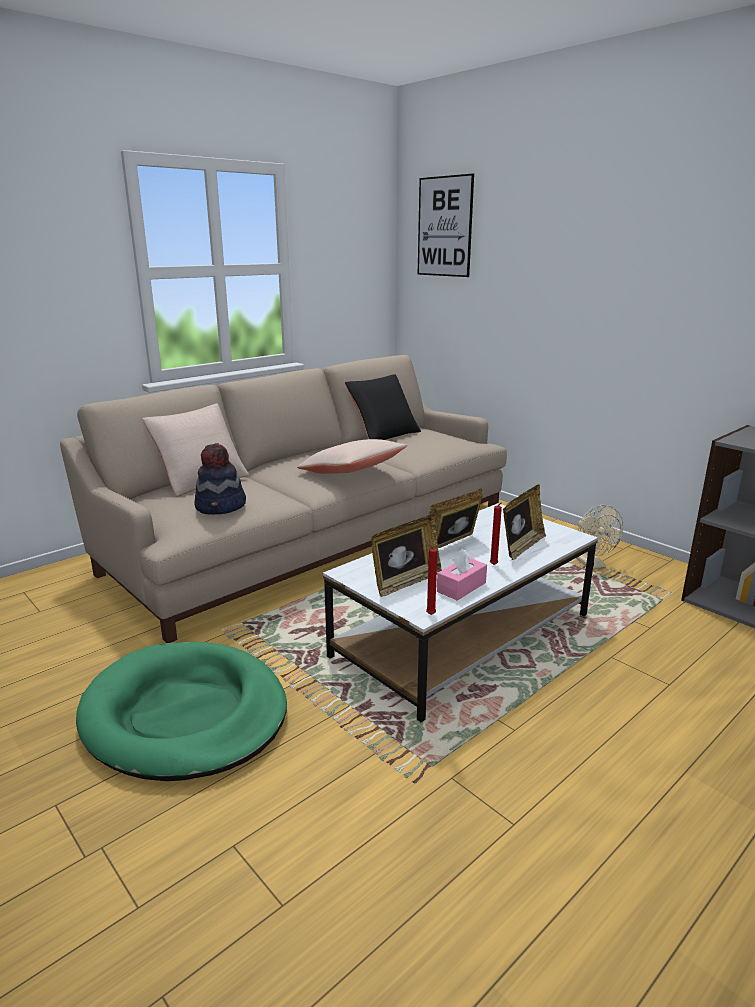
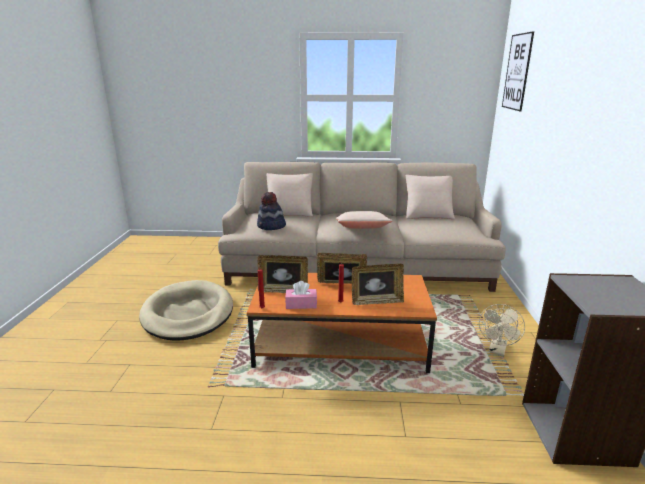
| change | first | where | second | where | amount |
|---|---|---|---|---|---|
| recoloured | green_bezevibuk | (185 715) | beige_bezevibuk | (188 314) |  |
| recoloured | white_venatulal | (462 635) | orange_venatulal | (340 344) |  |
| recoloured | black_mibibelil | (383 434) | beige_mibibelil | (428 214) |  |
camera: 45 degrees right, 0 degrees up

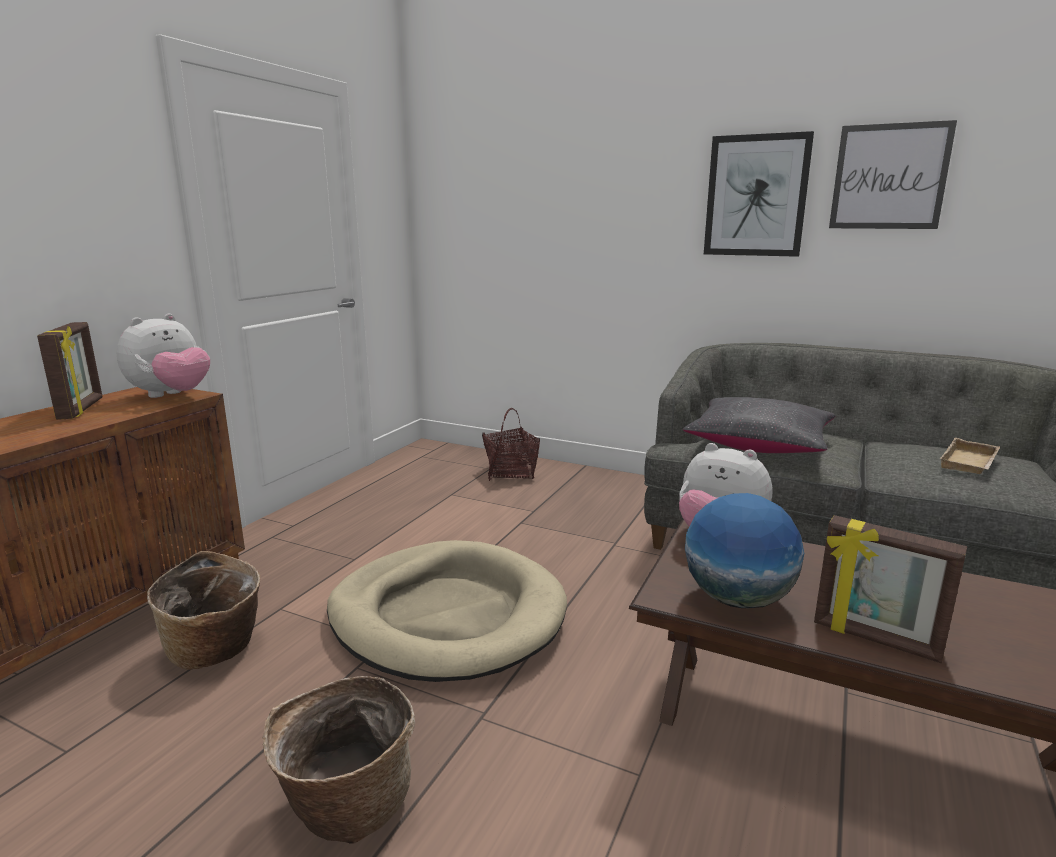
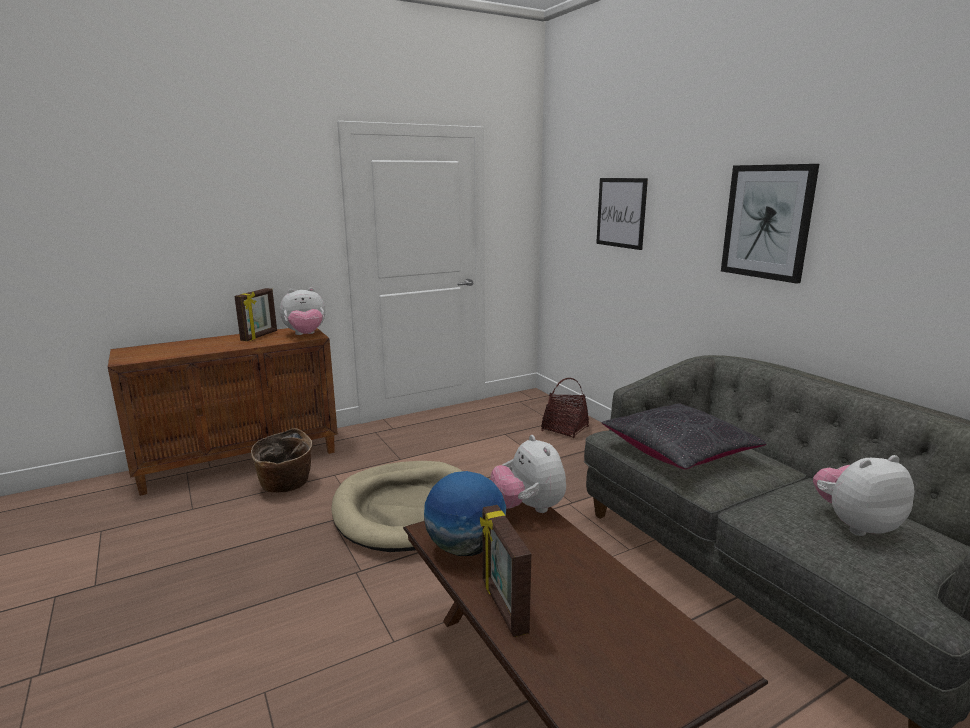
| change | first | where | second | where | amount |
|---|---|---|---|---|---|
| removed | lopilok | (346 805) |  |  |  |
| moved | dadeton | (889 177) |  | (621 212) |  |
| replaced | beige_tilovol | (970 463) | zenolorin | (855 524) |  |
camera: 35 degrees right, 0 degrees up

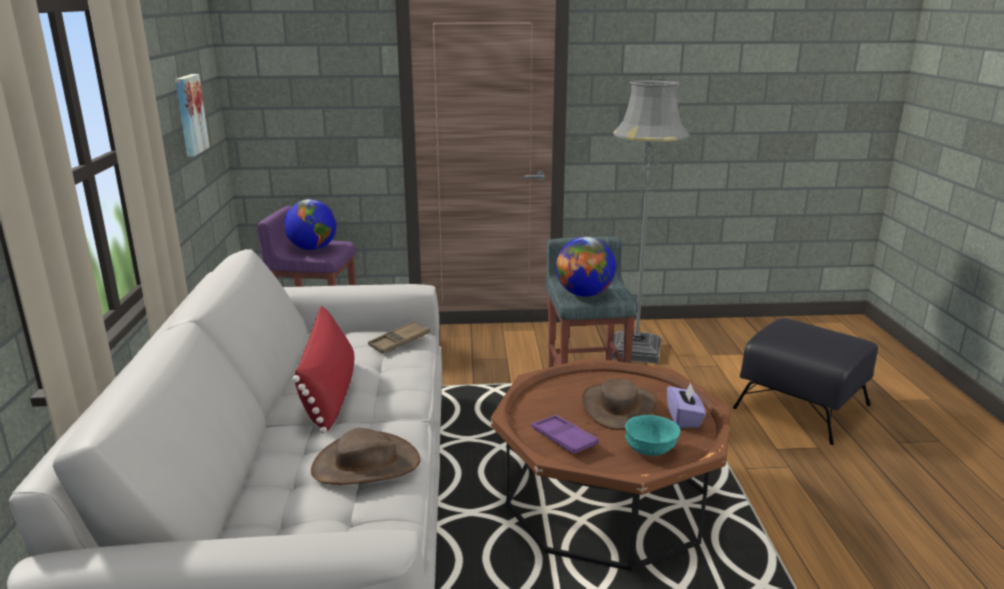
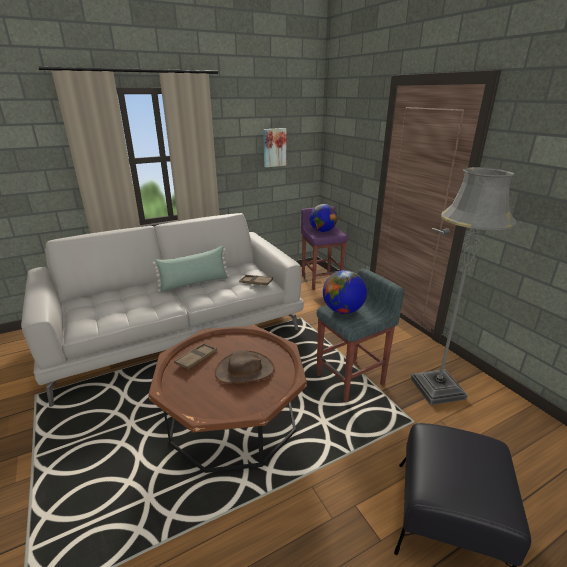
| change | first | where | second | where | amount |
|---|---|---|---|---|---|
| removed | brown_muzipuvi | (366 465) |  |  |  |
| removed | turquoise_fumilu | (650 450) |  |  |  |
| removed | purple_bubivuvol | (684 418) |  |  |  |
| recoloured | red_mibibelil | (330 394) | green_mibibelil | (194 283) |  |
| recoloured | purple_tilovol | (564 439) | brown_tilovol | (196 358) |  |
camera: 65 degrees right, 5 degrees up

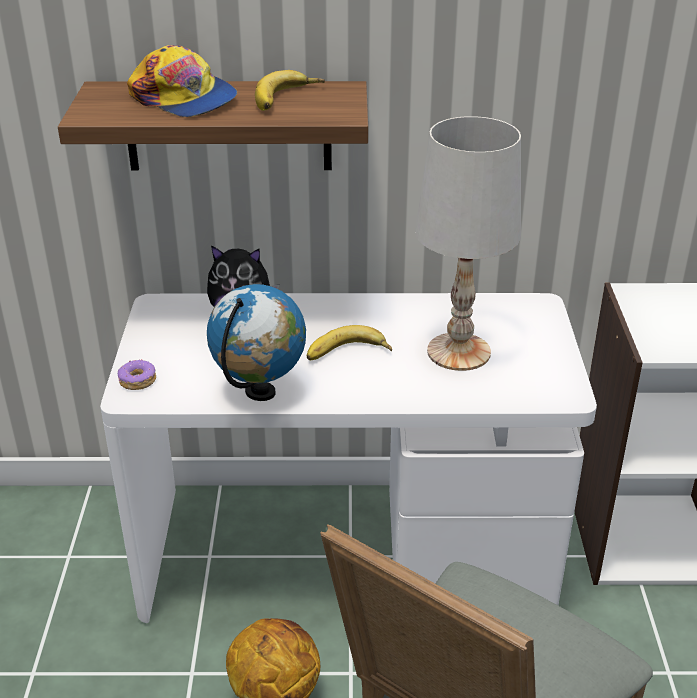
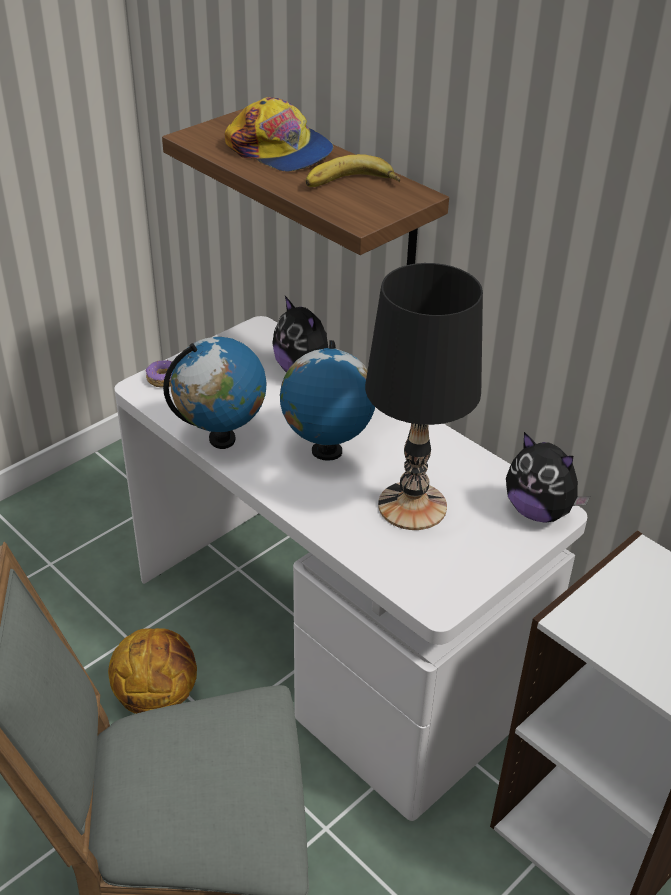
| change | first | where | second | where | amount |
|---|---|---|---|---|---|
| added |  |  | zenolorin | (539 511) |  |
| replaced | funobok | (348 354) | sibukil | (326 451) |  |
| recoloured | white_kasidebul | (458 351) | black_kasidebul | (412 505) |  |
| turned | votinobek | (184 99) |  | (280 151) | 45 degrees counterclockwise |
camera: 45 degrees right, 5 degrees up

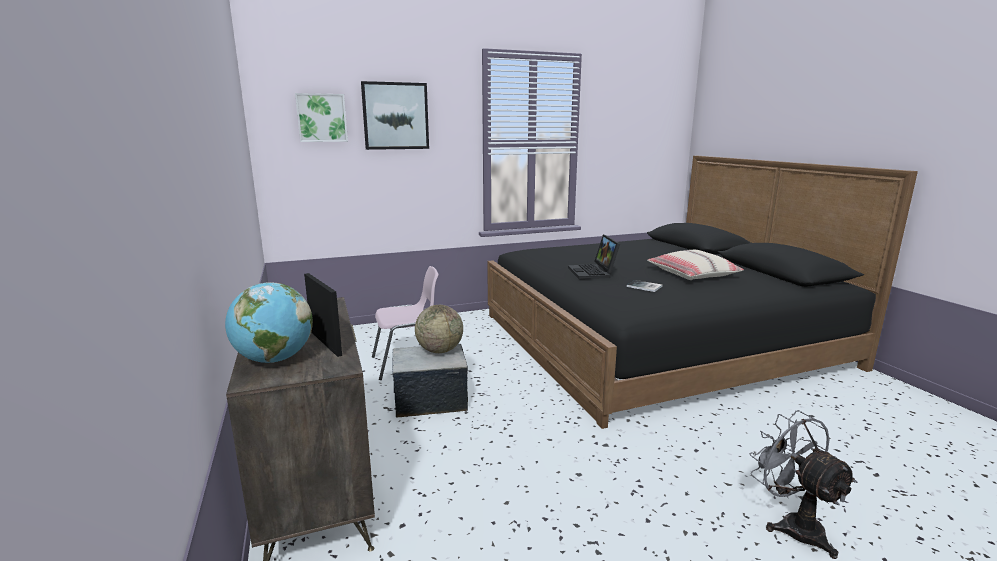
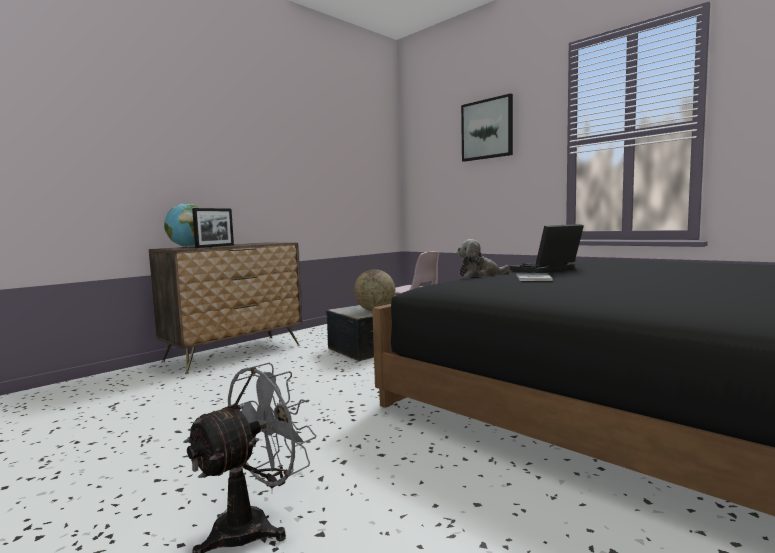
| change | first | where | second | where | amount |
|---|---|---|---|---|---|
| removed | dadeton | (322 118) |  |  |  |
| removed | beige_mibibelil | (692 274) |  |  |  |
| added |  |  | zenolorin | (480 275) |  |
camera: 65 degrees right, 10 degrees down

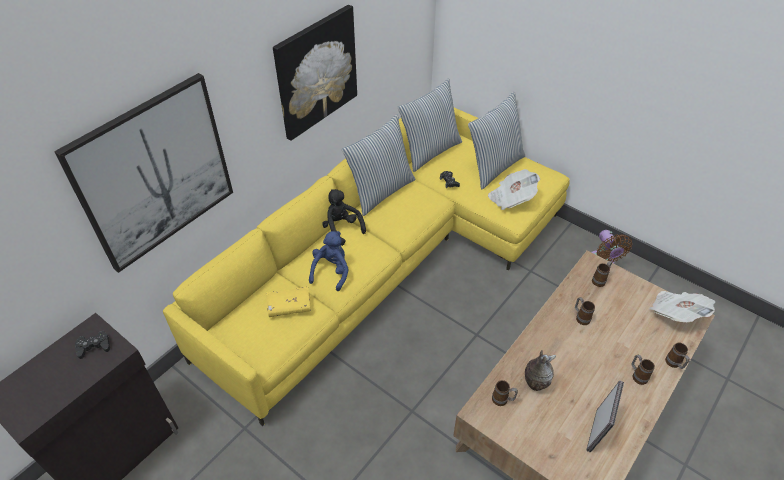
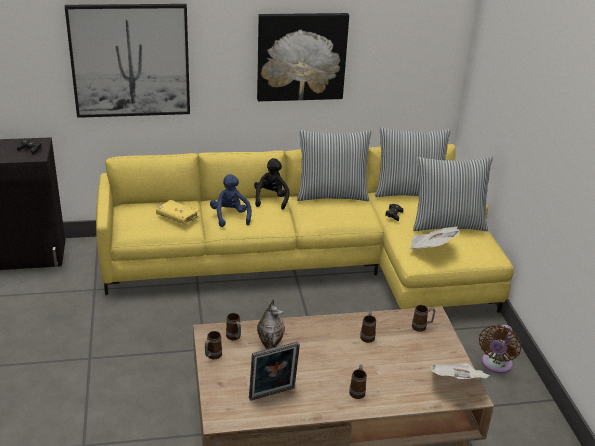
| change | first | where | second | where | amount |
|---|---|---|---|---|---|
| moved | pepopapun | (674 364) |  | (212 356) |  |
| turned | blue_zenolorin | (331 271) |  | (230 216) | 75 degrees counterclockwise |
camera: 40 degrees right, 15 degrees down

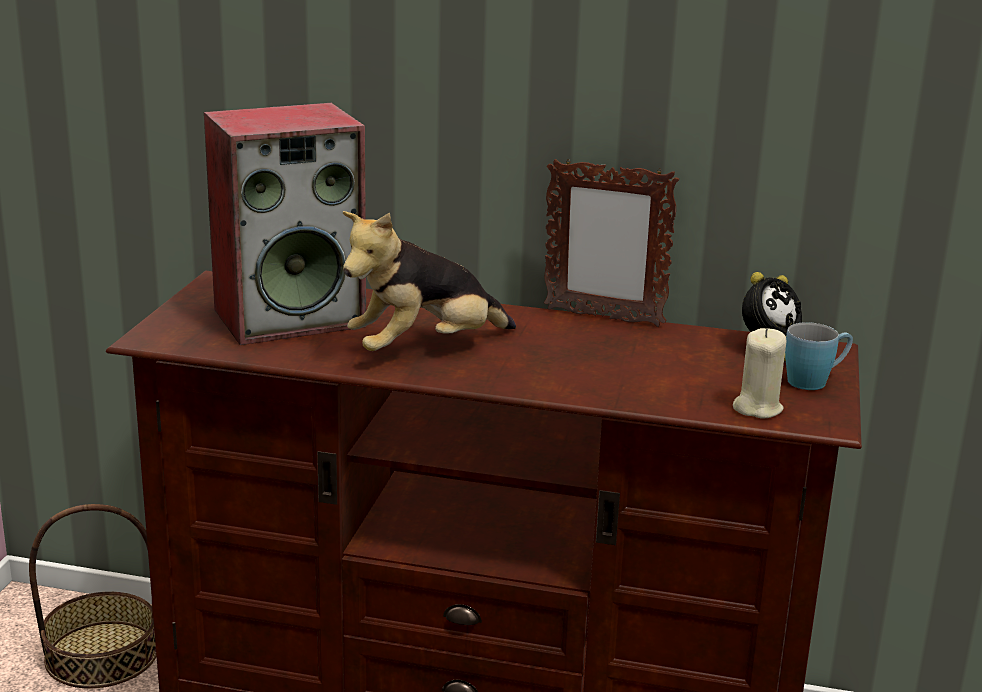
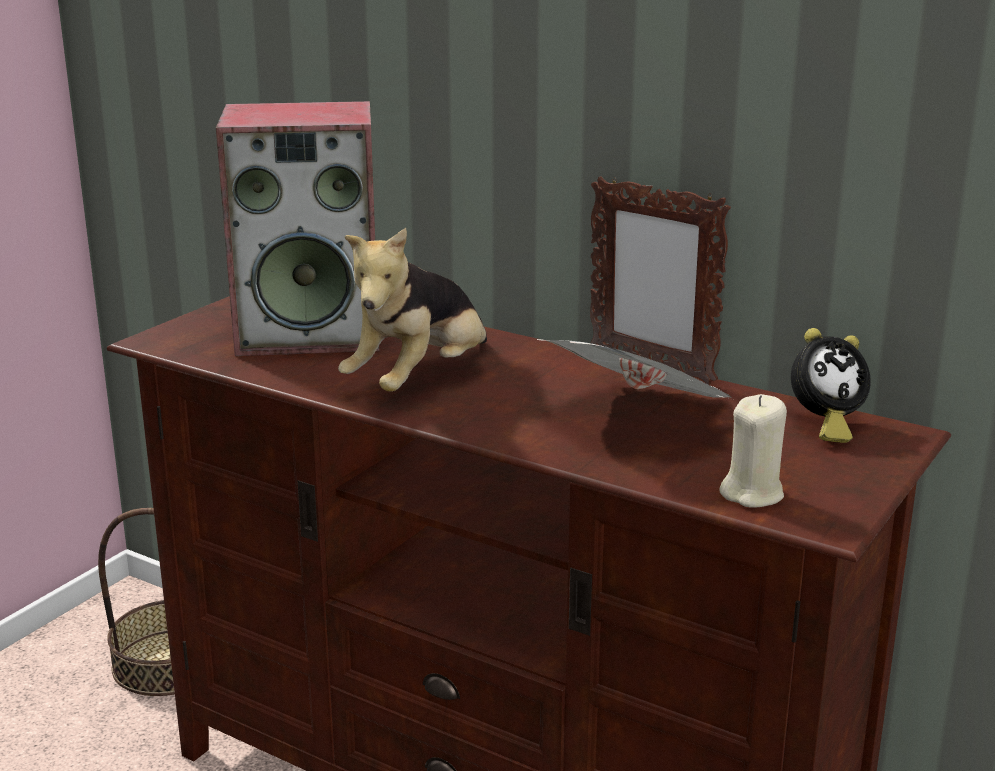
| change | first | where | second | where | amount |
|---|---|---|---|---|---|
| removed | blue_pepopapun | (815 381) |  |  |  |
| added |  |  | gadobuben | (642 421) |  |
| turned | zenolorin | (424 349) |  | (420 381) | 45 degrees counterclockwise |
camera: 20 degrees right, 0 degrees up

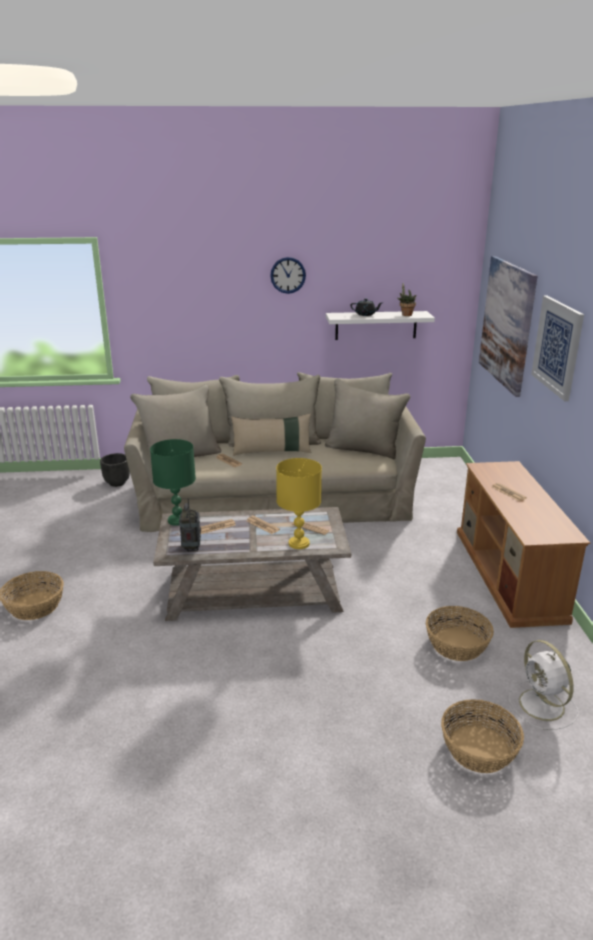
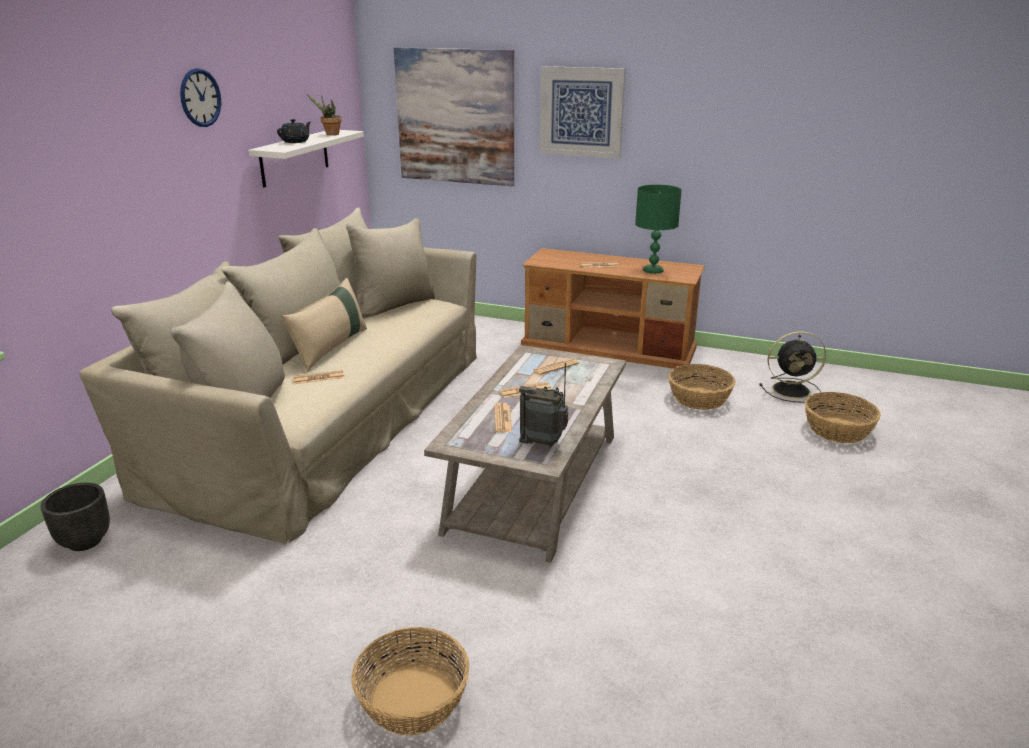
| change | first | where | second | where | amount |
|---|---|---|---|---|---|
| removed | yellow_kasidebul | (298 543) |  |  |  |
| moved | green_kasidebul | (177 520) |  | (652 270) |  |
| recoloured | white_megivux | (543 706) | black_megivux | (793 390) |  |
camera: 65 degrees left, 0 degrees up

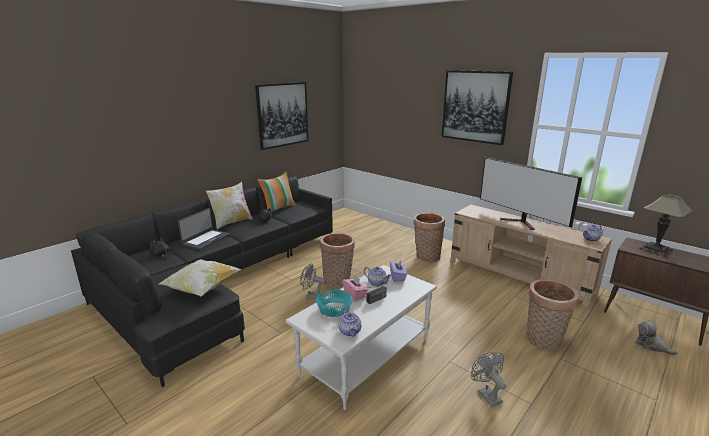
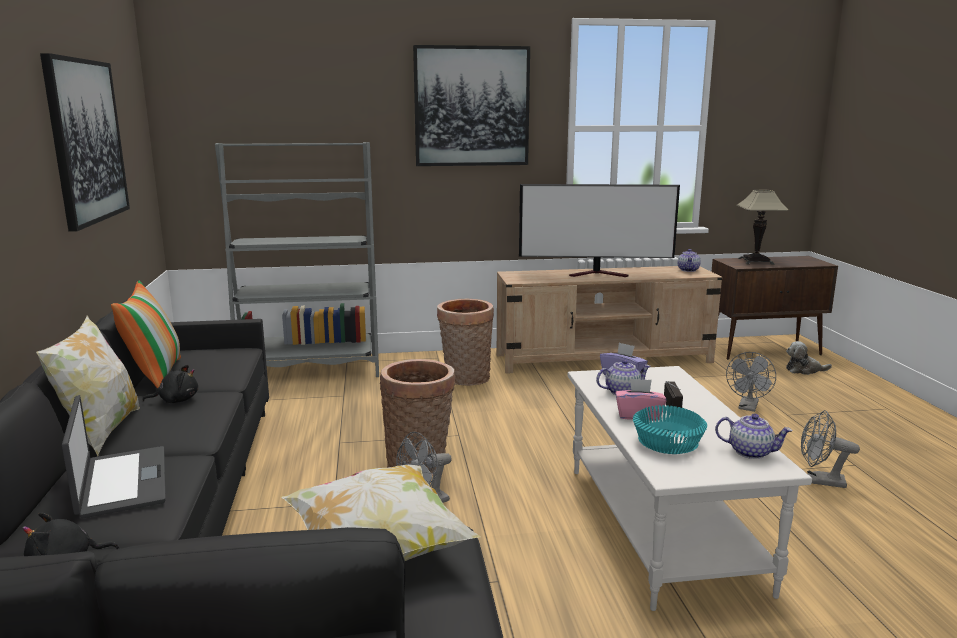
| change | first | where | second | where | amount |
|---|---|---|---|---|---|
| added |  |  | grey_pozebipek | (309 369) |  |
| replaced | lopilok | (543 341) | grey_megivux | (748 407) |  |
camera: 50 degrees left, 5 degrees down

